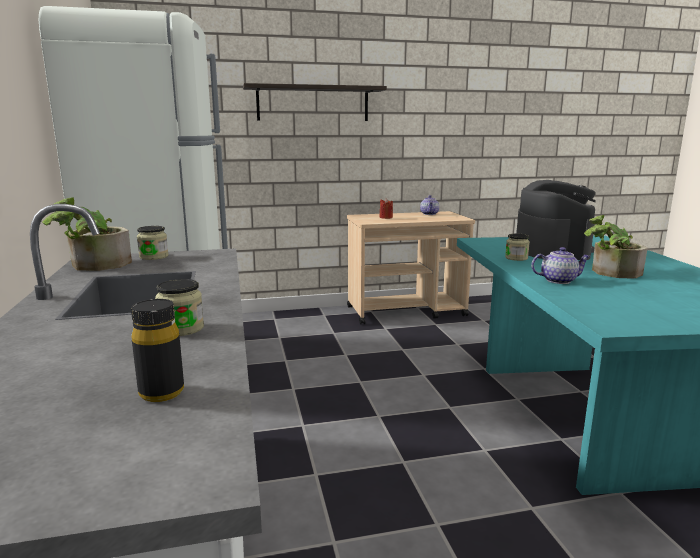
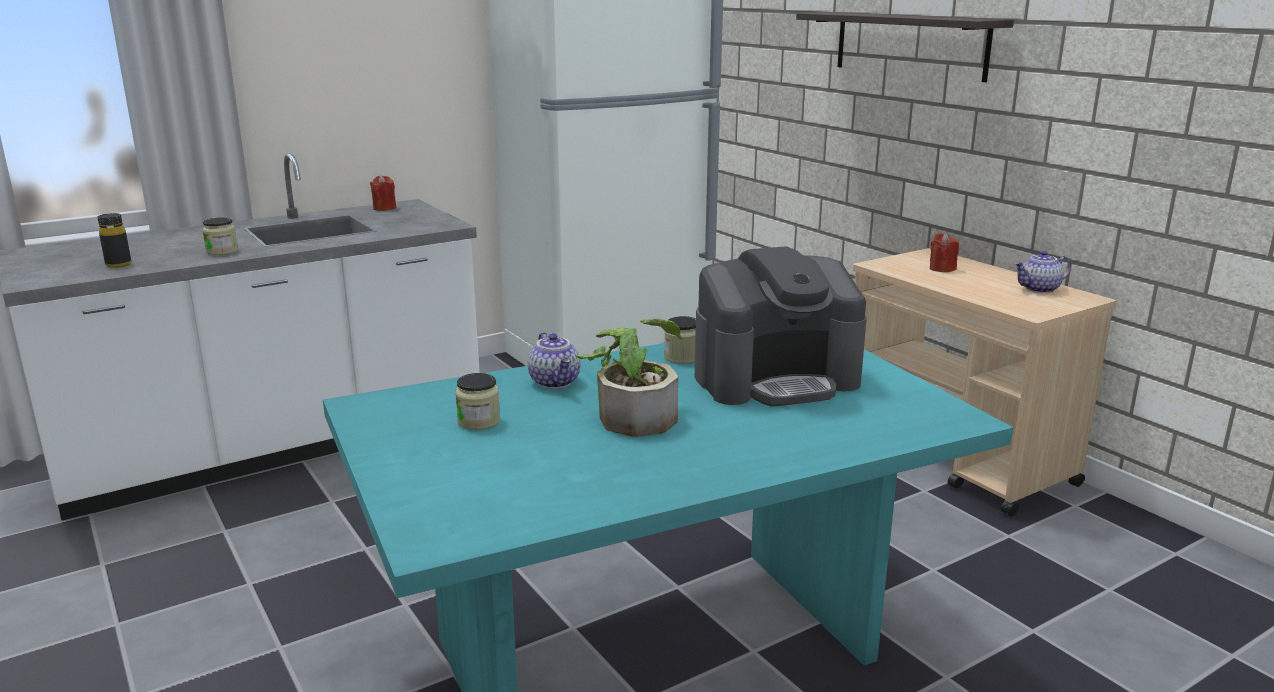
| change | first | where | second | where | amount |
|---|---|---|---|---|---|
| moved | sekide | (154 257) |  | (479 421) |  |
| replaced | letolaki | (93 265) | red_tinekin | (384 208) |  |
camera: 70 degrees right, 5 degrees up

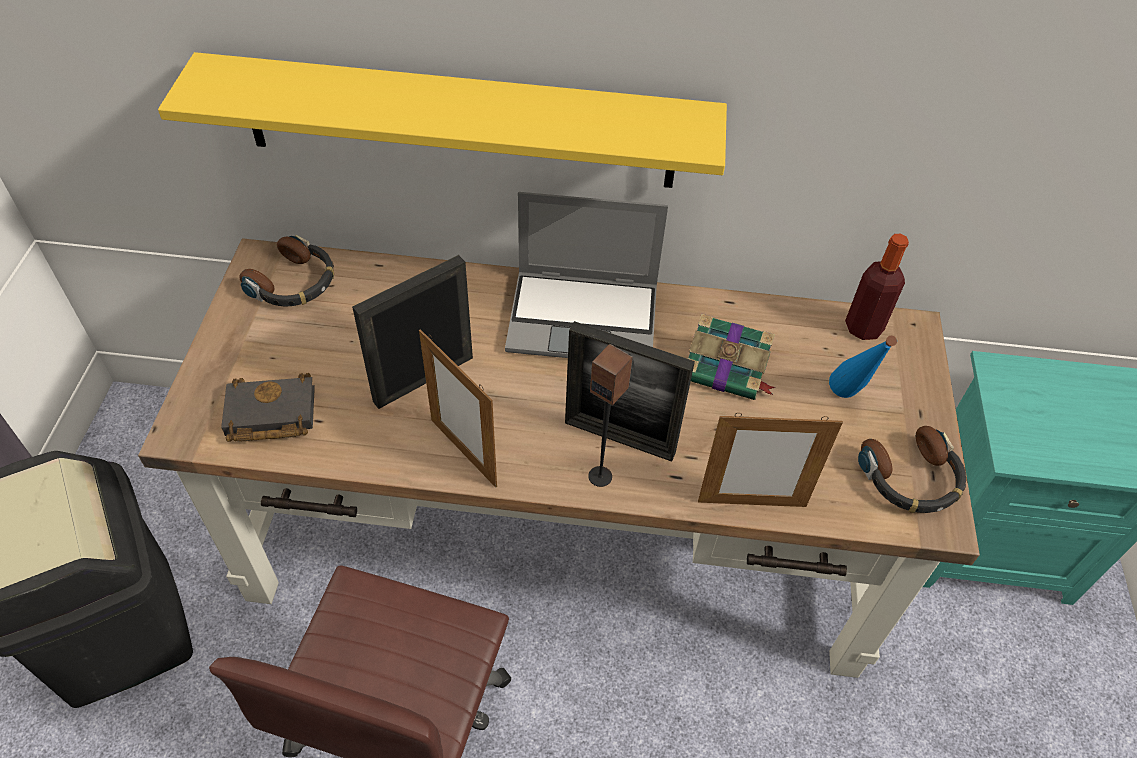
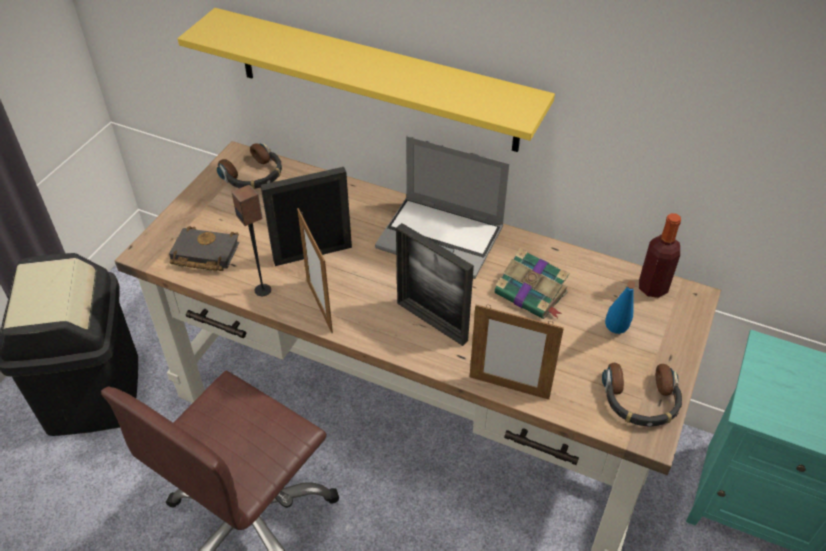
| change | first | where | second | where | amount |
|---|---|---|---|---|---|
| moved | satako | (600 476) |  | (263 290) |  |
camera: 20 degrees right, 5 degrees down

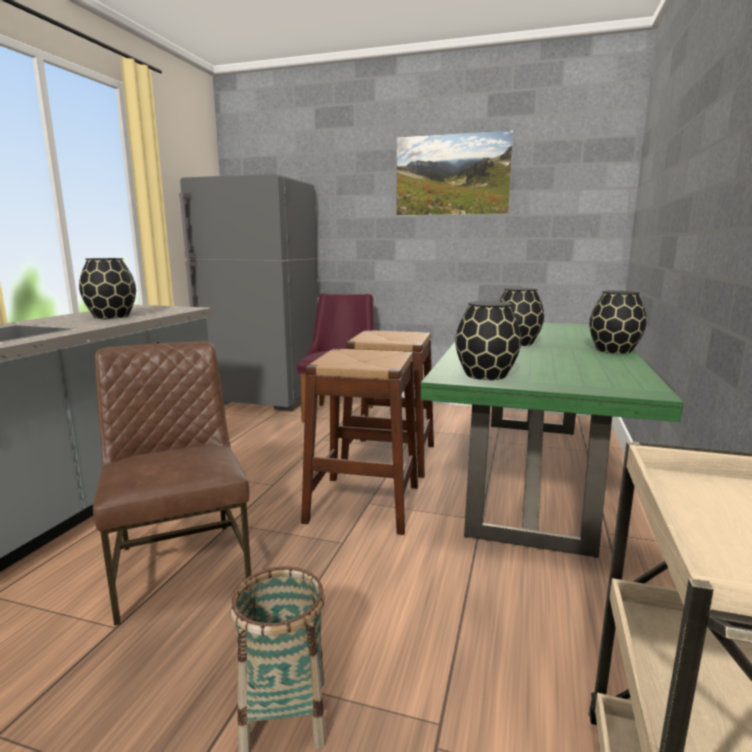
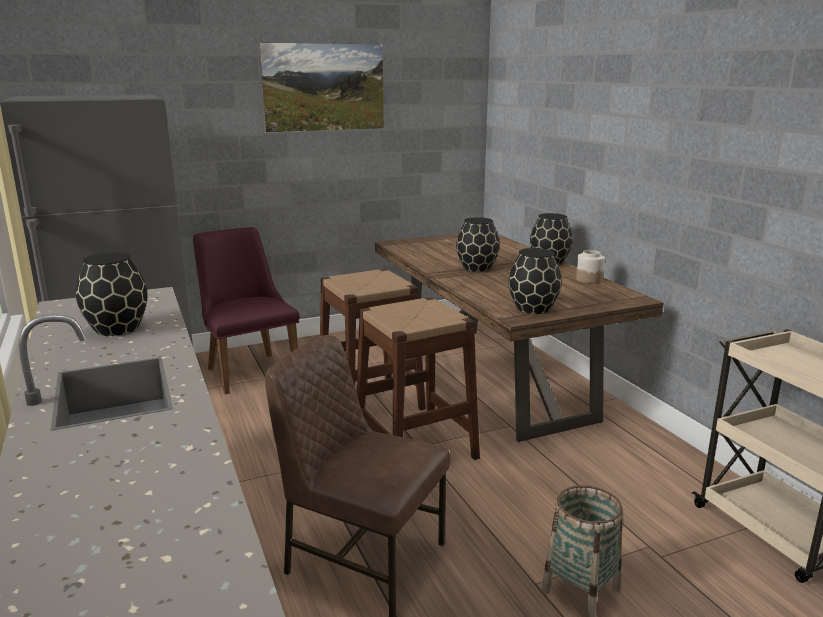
| change | first | where | second | where | amount |
|---|---|---|---|---|---|
| added |  |  | sekide | (589 279) |  |
| recoloured | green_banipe | (531 475) | brown_banipe | (494 379) |  |
camera: 40 degrees left, 5 degrees up

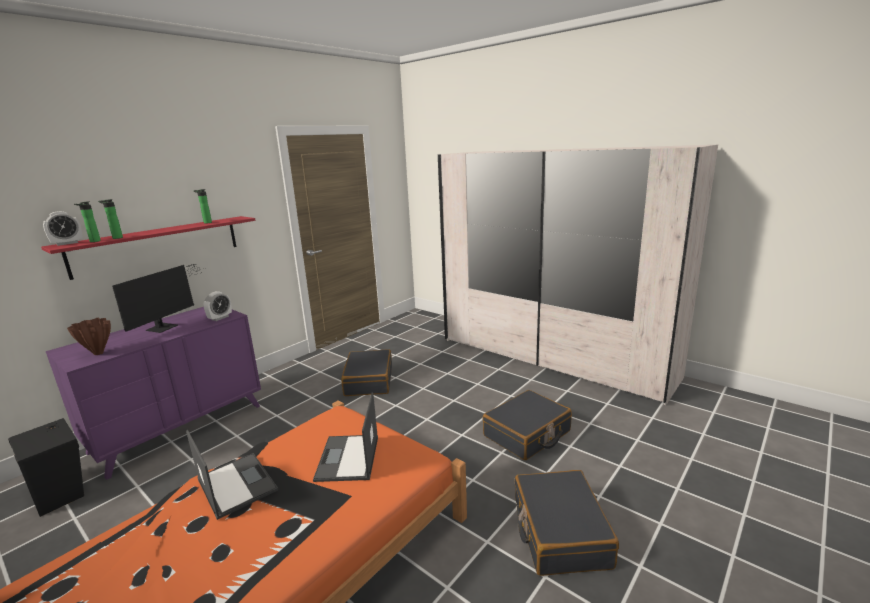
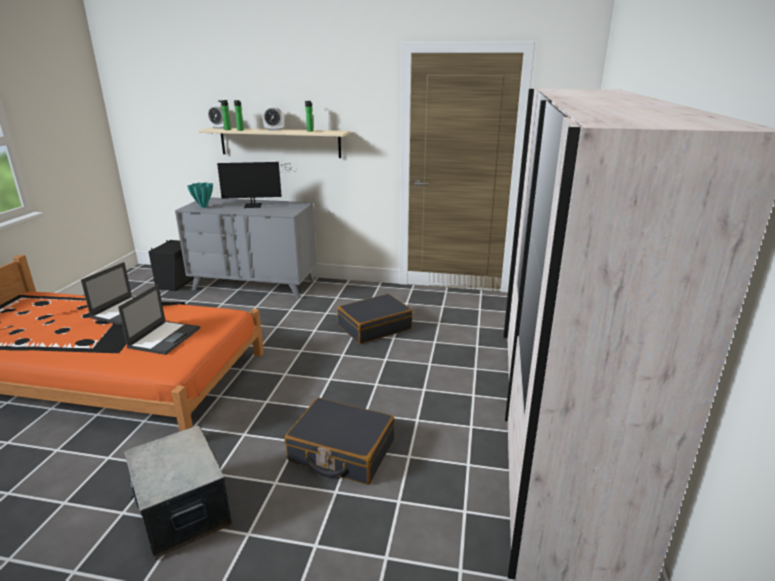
| change | first | where | second | where | amount |
|---|---|---|---|---|---|
| moved | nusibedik | (220 318) |  | (274 130) |  |
| replaced | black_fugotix | (559 532) | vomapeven | (182 511) |  |
| recoloured | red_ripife | (158 245) | beige_ripife | (280 142) |  |
| recoloured | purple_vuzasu | (179 427) | grey_vuzasu | (255 285) |  |
| recoloured | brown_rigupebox | (98 353) | turquoise_rigupebox | (203 207) |  |
| turned | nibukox | (348 458) |  | (165 337) | 135 degrees clockwise |
camera: 60 degrees right, 5 degrees up

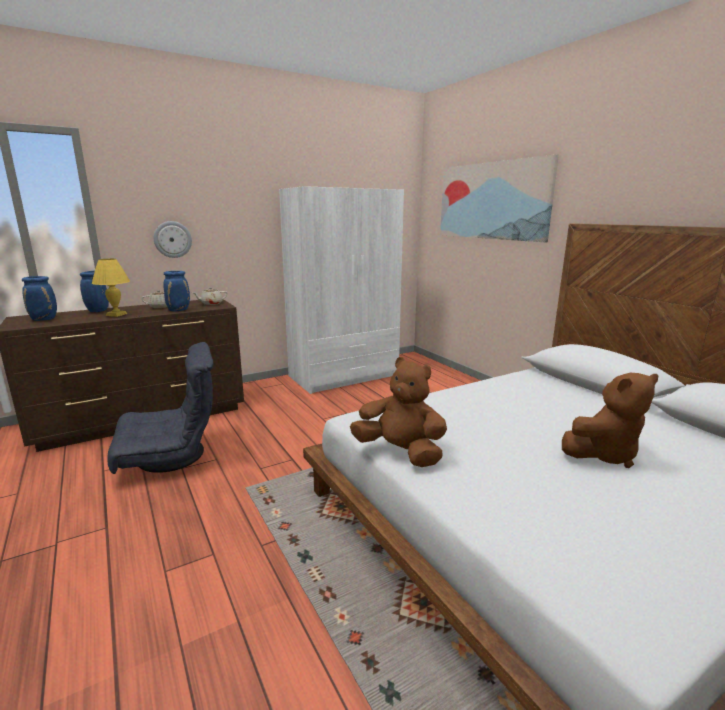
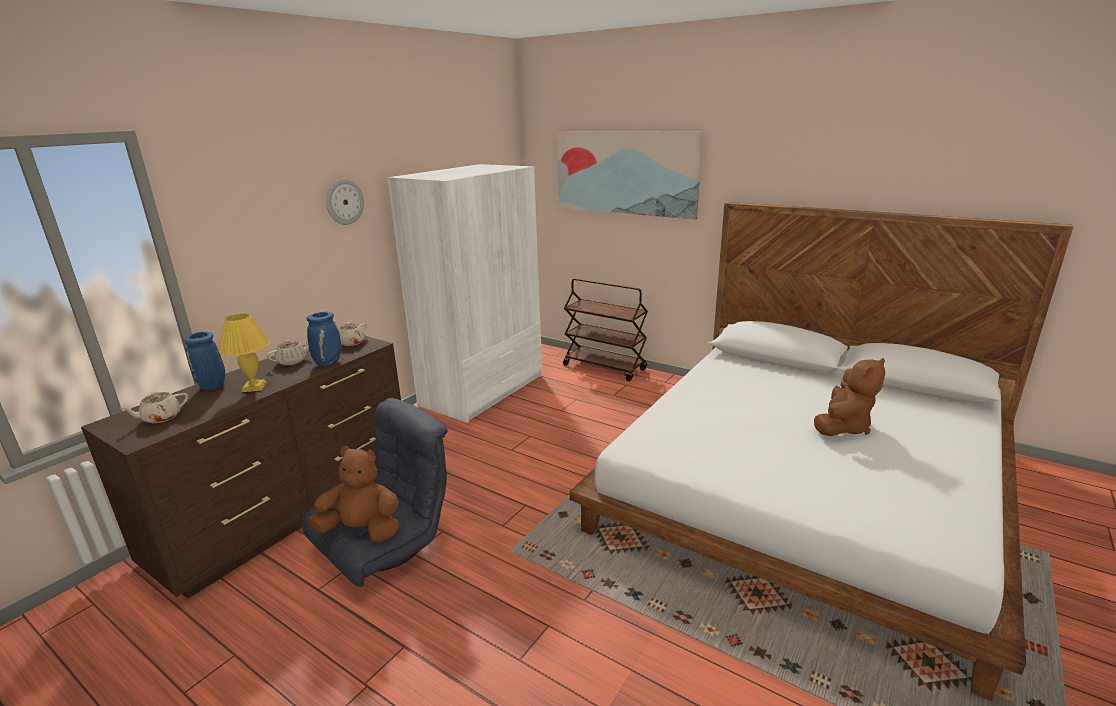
| change | first | where | second | where | amount |
|---|---|---|---|---|---|
| added |  |  | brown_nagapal | (605 367) |  |
| moved | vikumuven | (172 239) |  | (344 202) |  |
| moved | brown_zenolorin | (400 452) |  | (362 530) |  |
| replaced | blue_rigupebox | (45 319) | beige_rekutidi | (161 418) |  |
camera: 25 degrees left, 5 degrees up

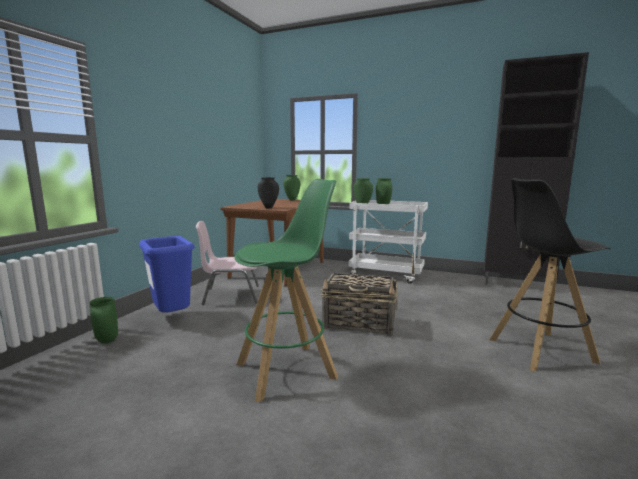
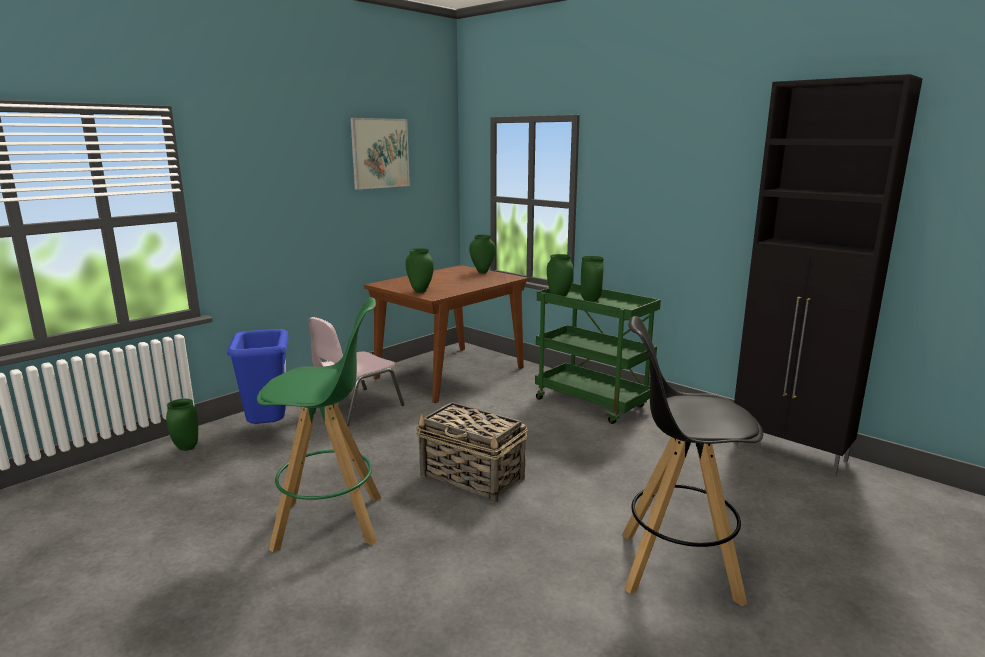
| change | first | where | second | where | amount |
|---|---|---|---|---|---|
| added |  |  | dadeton | (380 153) |  |
| recoloured | black_rigupebox | (268 207) | green_rigupebox | (420 291) |  |
| recoloured | white_nagapal | (386 275) | green_nagapal | (593 403) |  |
| turned | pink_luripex | (231 295) |  | (356 407) | 60 degrees counterclockwise |
camera: 20 degrees right, 5 degrees up

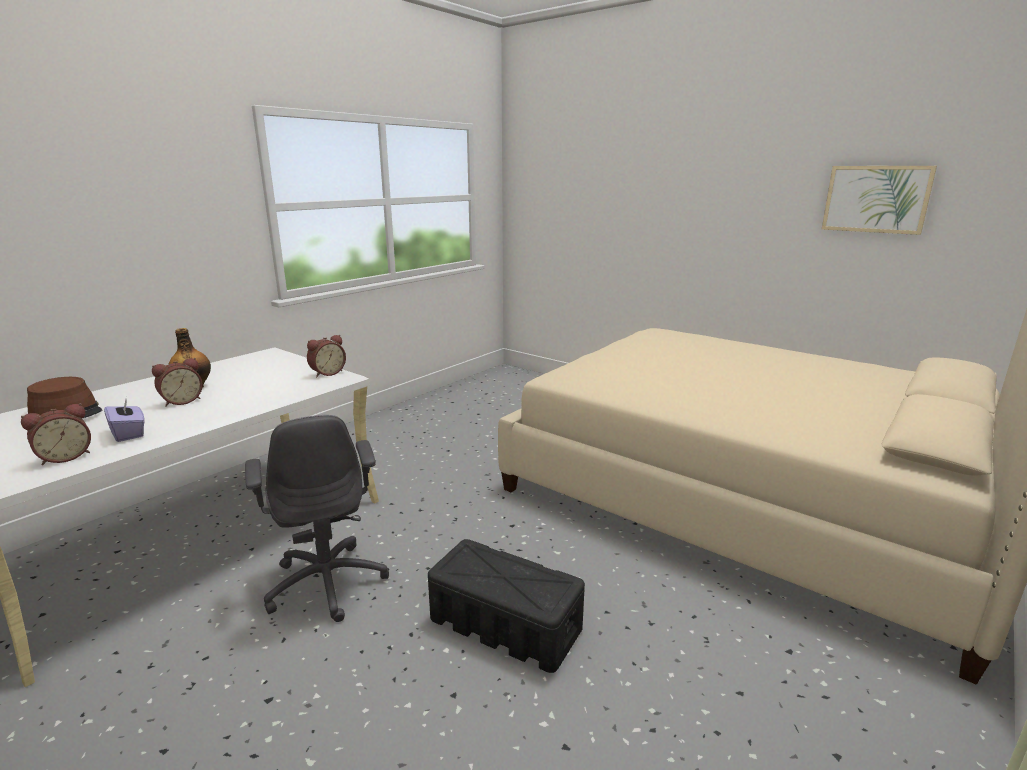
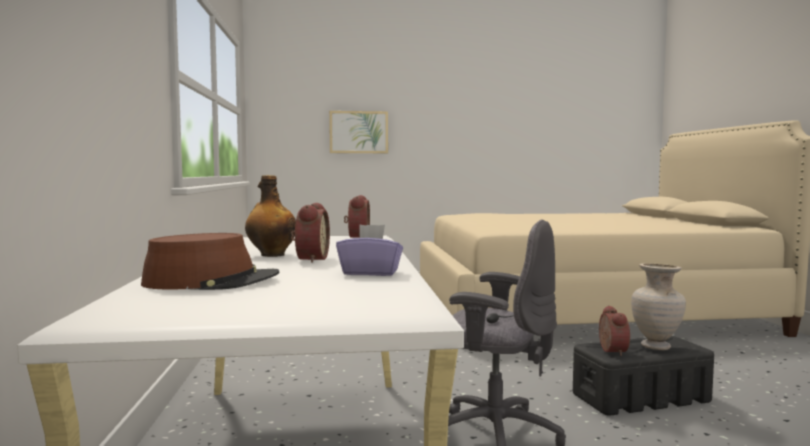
| change | first | where | second | where | amount |
|---|---|---|---|---|---|
| added |  |  | beige_rigupebox | (656 347) |  |
| moved | nusibedik | (65 457) |  | (610 351) |  |
| moved | dadeton | (876 199) |  | (358 132) |  |
camera: 45 degrees left, 15 degrees down

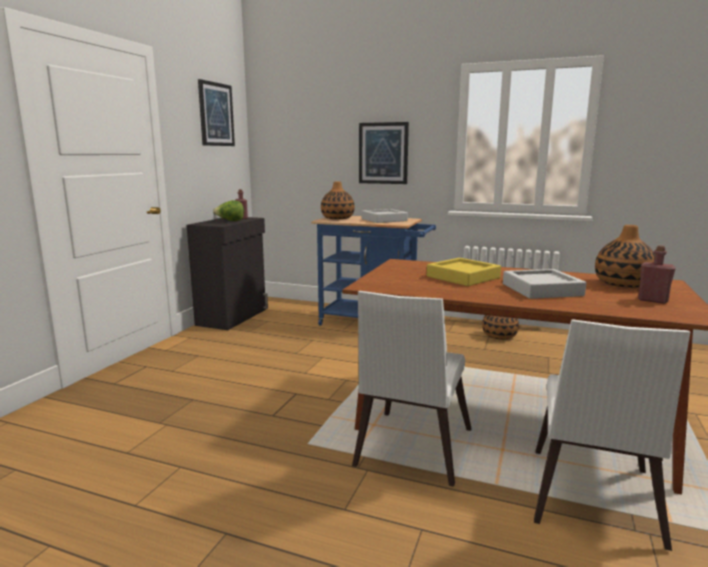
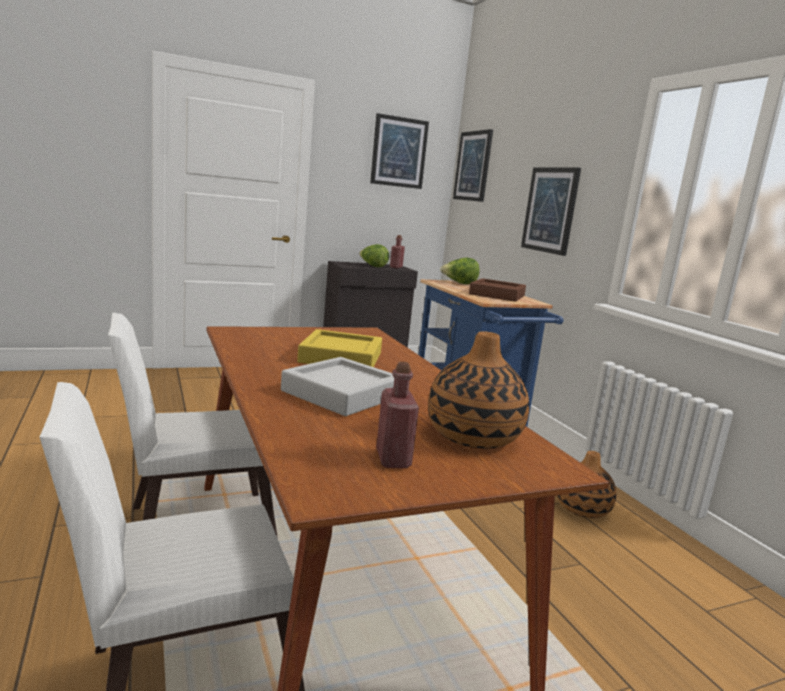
| change | first | where | second | where | amount |
|---|---|---|---|---|---|
| added |  |  | dadeton | (473 166) |  |
| replaced | rigupebox | (337 218) | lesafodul | (459 283) |  |
| recoloured | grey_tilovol | (384 220) | brown_tilovol | (497 295) |  |
camera: 45 degrees right, 0 degrees up

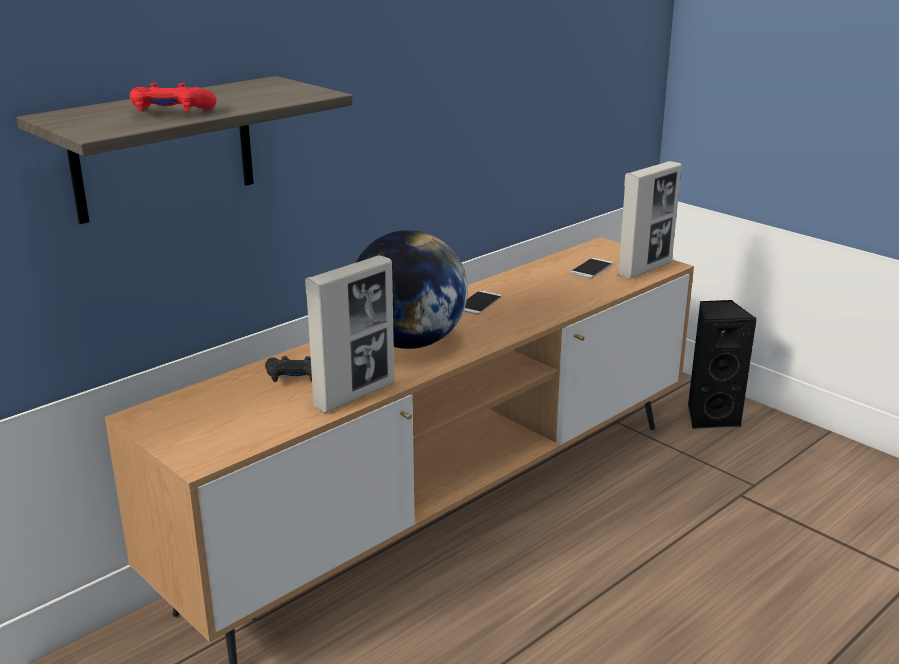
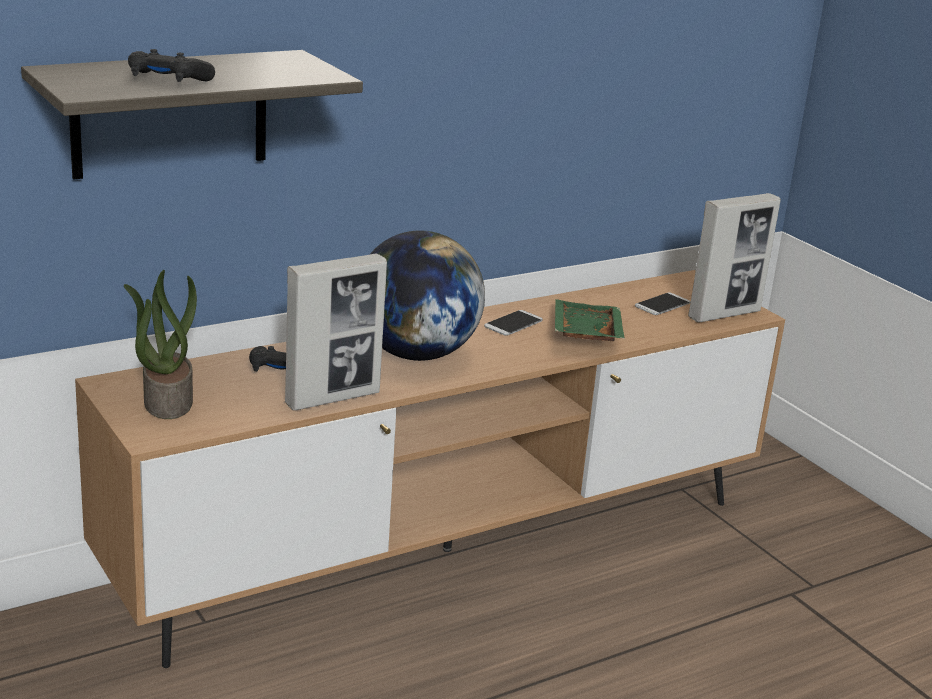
| change | first | where | second | where | amount |
|---|---|---|---|---|---|
| removed | black_satako | (710 417) |  |  |  |
| added |  |  | letolaki | (167 401) |  |
| added |  |  | green_tilovol | (584 334) |  |
| recoloured | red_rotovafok | (171 112) | black_rotovafok | (168 80) |  |
camera: 10 degrees right, 0 degrees up

